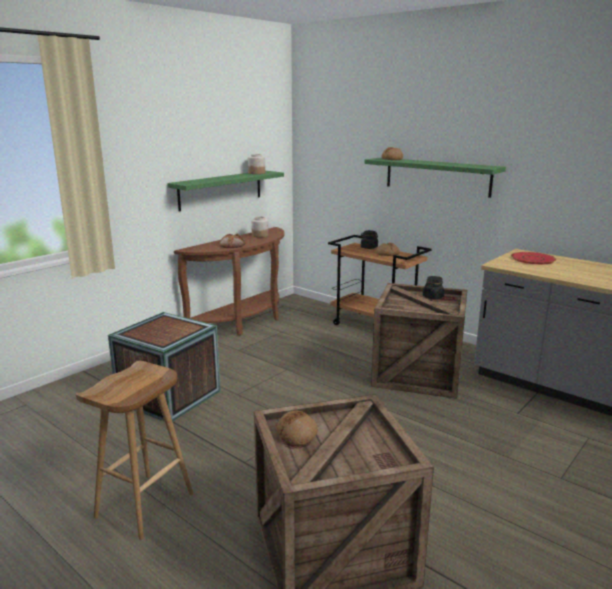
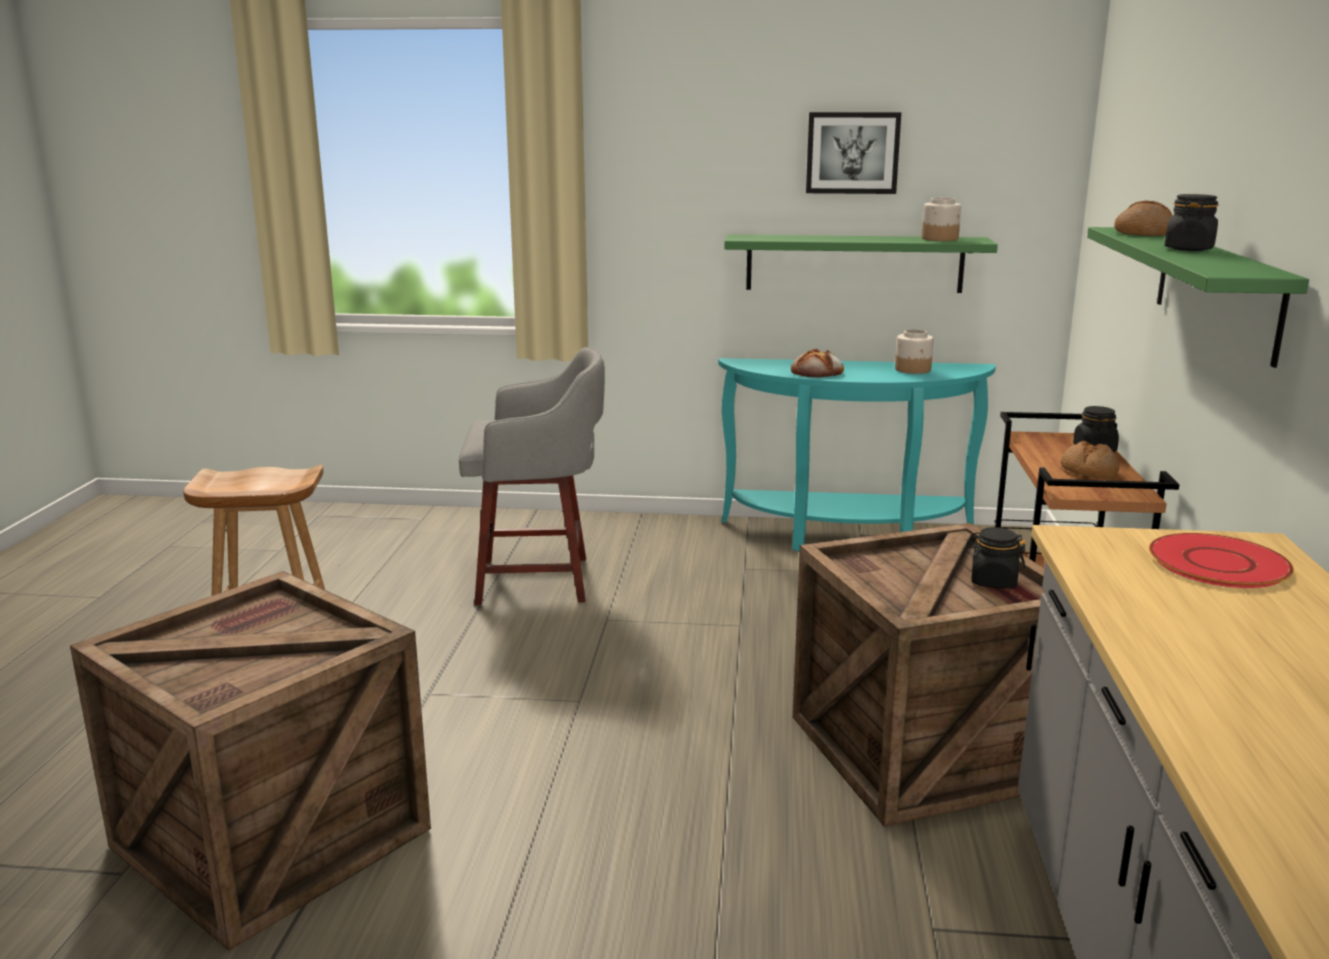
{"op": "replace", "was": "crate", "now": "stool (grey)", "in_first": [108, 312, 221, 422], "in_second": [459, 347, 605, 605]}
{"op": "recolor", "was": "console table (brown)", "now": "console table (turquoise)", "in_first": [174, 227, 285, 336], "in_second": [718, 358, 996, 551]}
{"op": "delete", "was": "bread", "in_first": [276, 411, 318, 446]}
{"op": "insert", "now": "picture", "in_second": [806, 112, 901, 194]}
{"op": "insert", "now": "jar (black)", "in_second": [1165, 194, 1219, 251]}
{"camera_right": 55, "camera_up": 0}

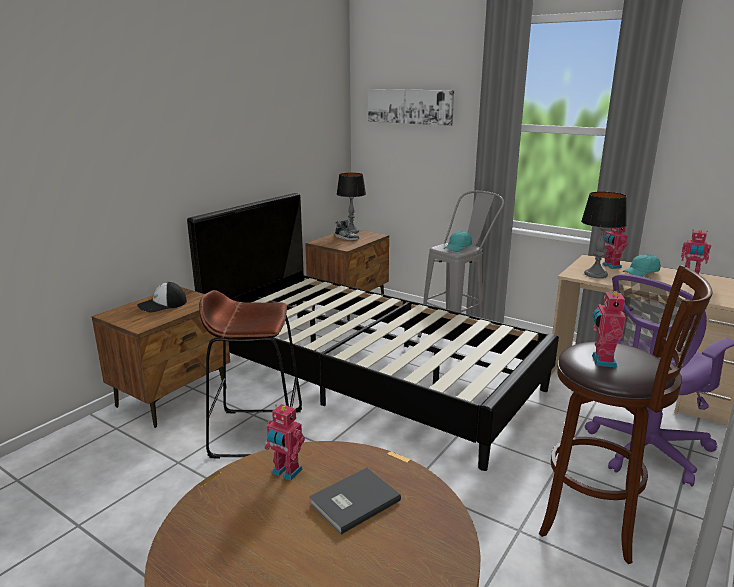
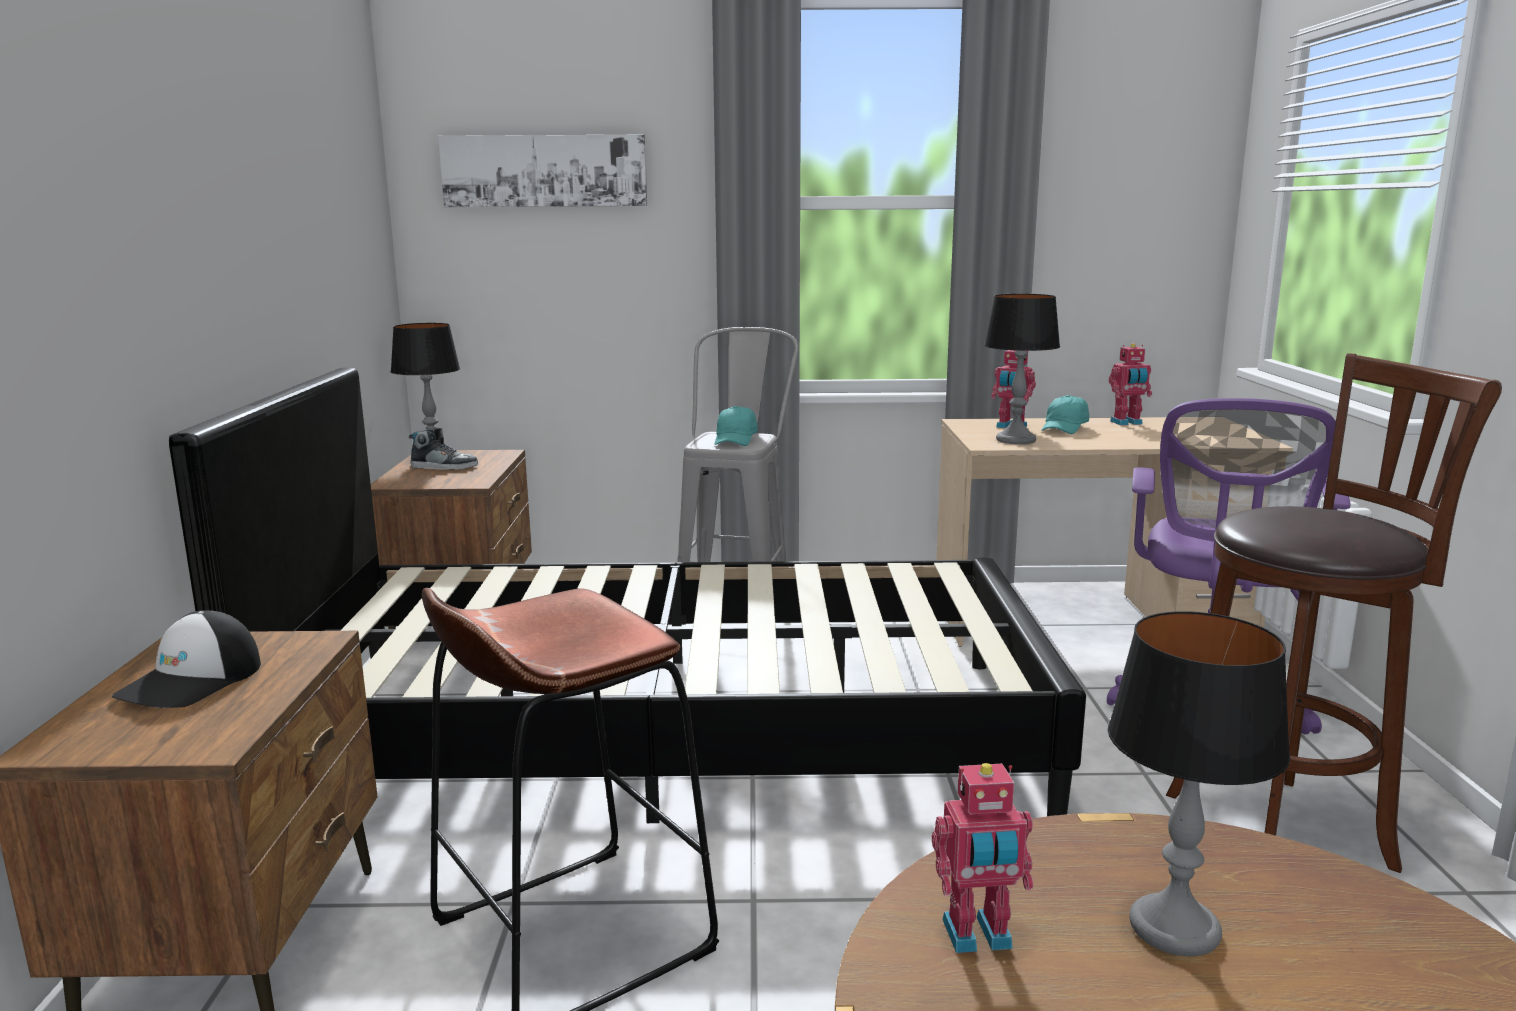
{"op": "replace", "was": "book (grey)", "now": "table lamp", "in_first": [309, 468, 401, 535], "in_second": [1108, 611, 1290, 957]}
{"op": "delete", "was": "toy robot", "in_first": [592, 289, 626, 367]}
{"camera_right": -35, "camera_up": -5}

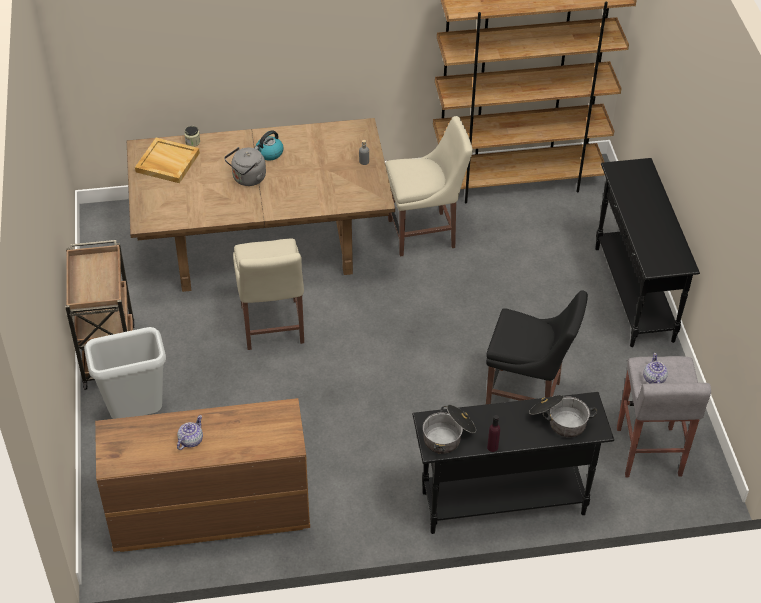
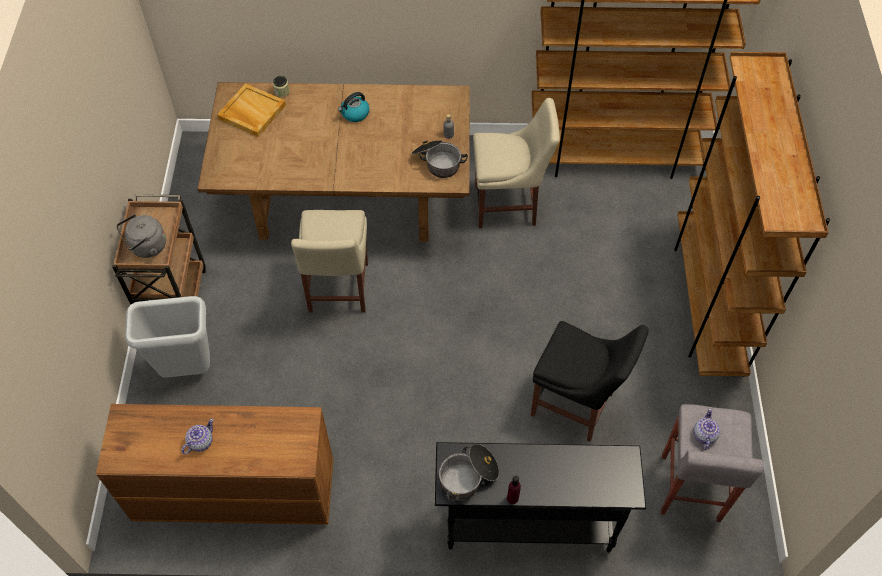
{"op": "move", "was": "kettle (grey)", "in_first": [224, 147, 266, 186], "in_second": [116, 214, 166, 258]}
{"op": "move", "was": "cooking pot", "in_first": [529, 395, 597, 438], "in_second": [412, 140, 468, 178]}
{"op": "replace", "was": "console table (black)", "now": "bookcase (brown)", "in_first": [595, 158, 700, 347], "in_second": [674, 52, 830, 377]}
{"camera_right": 10, "camera_up": 10}

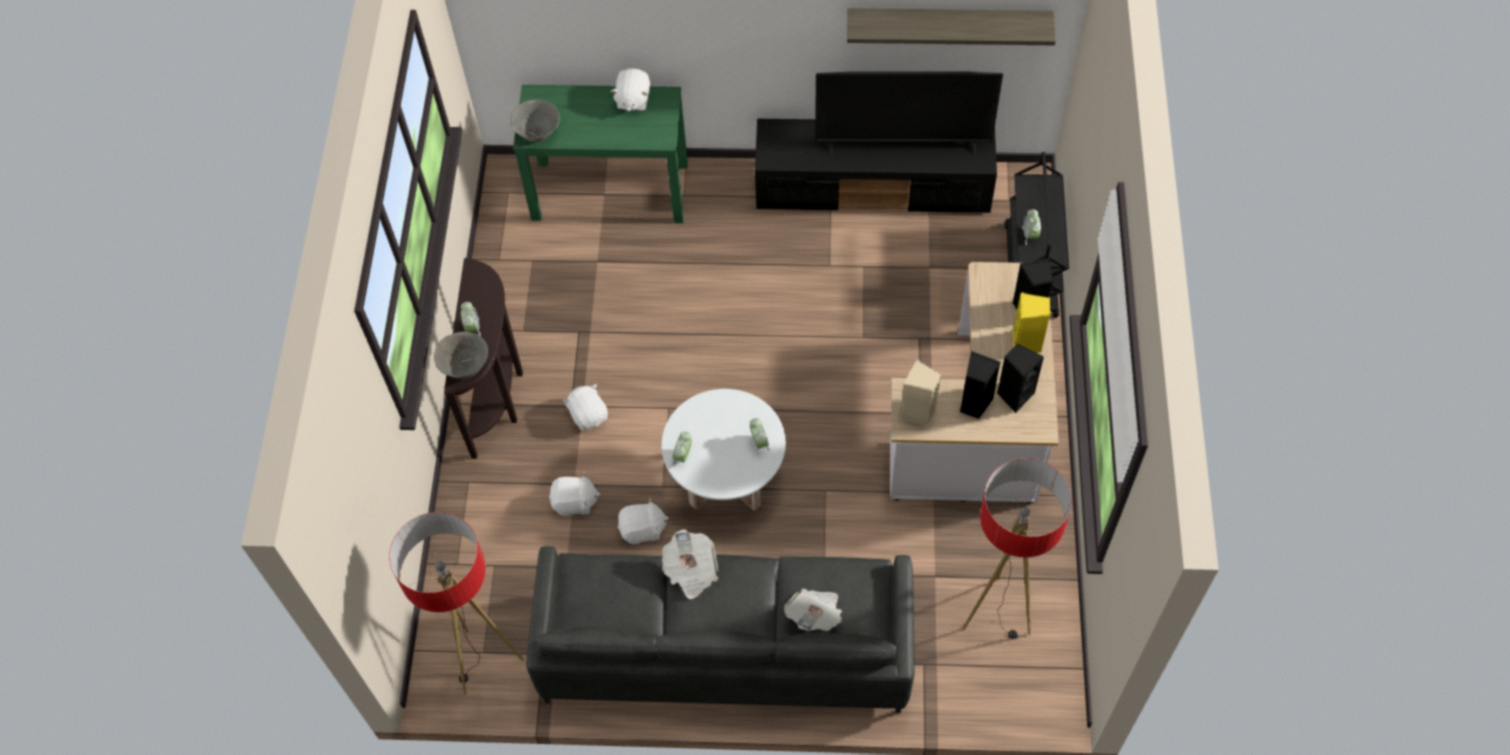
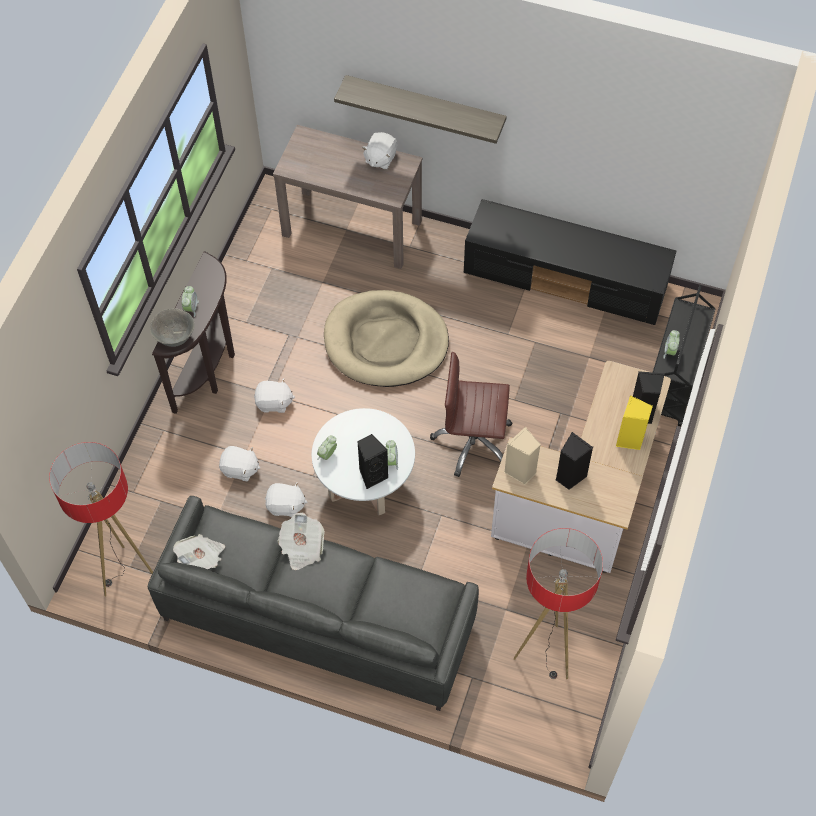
{"op": "delete", "was": "bowl (grey)", "in_first": [510, 99, 560, 142]}
{"op": "recolor", "was": "console table (green)", "now": "console table (brown)", "in_first": [513, 85, 688, 223], "in_second": [273, 125, 423, 269]}
{"op": "rotate", "was": "plush toy (white)", "in_first": [563, 384, 608, 431], "in_second": [254, 379, 295, 413], "clockwise": 105}
{"op": "move", "was": "newspaper", "in_first": [784, 589, 842, 631], "in_second": [173, 534, 225, 569]}
{"op": "delete", "was": "television", "in_first": [815, 71, 1003, 154]}
{"op": "move", "was": "shelf", "in_first": [847, 8, 1056, 45], "in_second": [334, 75, 507, 144]}
{"op": "move", "was": "speaker (black)", "in_first": [997, 344, 1044, 413], "in_second": [357, 434, 389, 489]}
{"op": "insert", "now": "dog bed (beige)", "in_second": [324, 290, 449, 387]}
{"op": "insert", "now": "office chair (brown)", "in_second": [430, 352, 512, 477]}
{"camera_right": 15, "camera_up": 0}

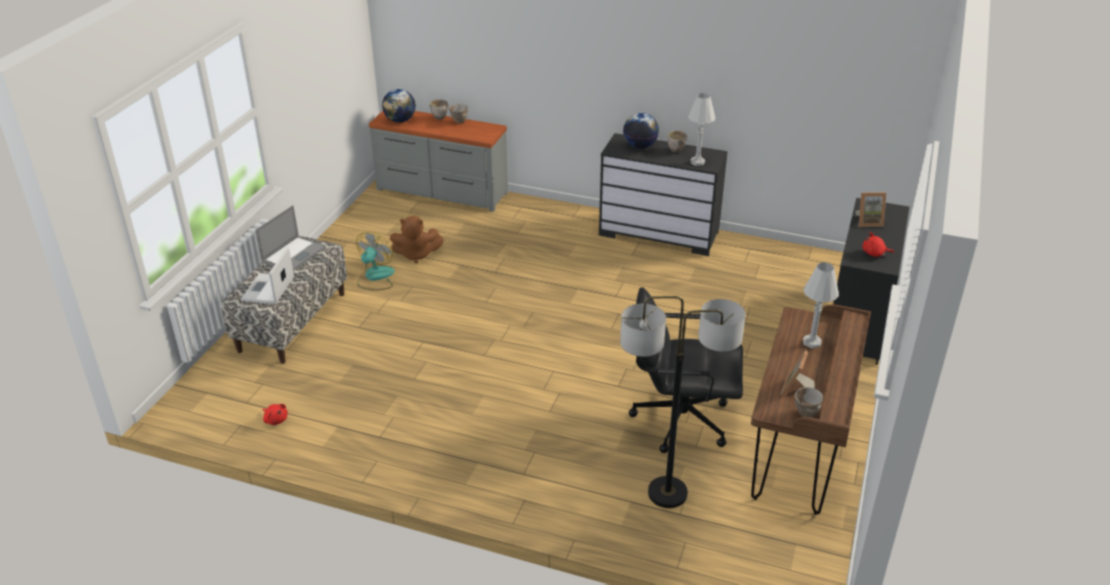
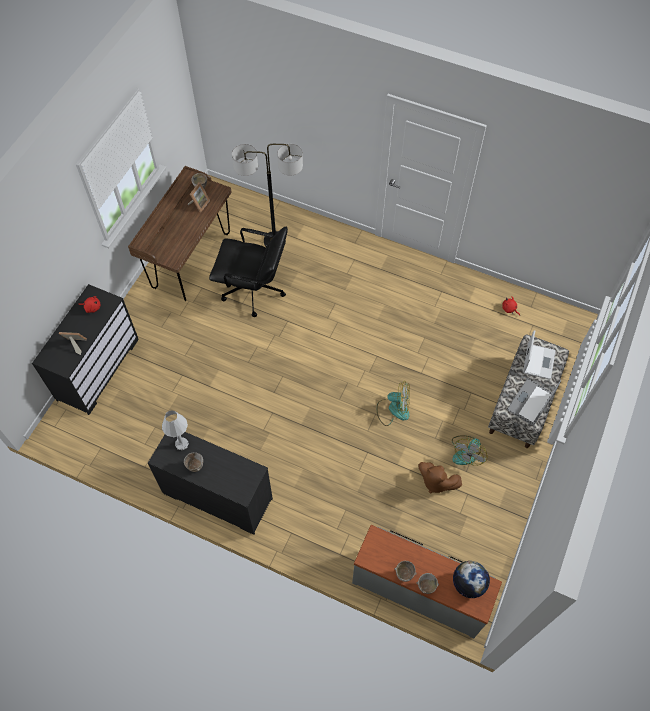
{"op": "rotate", "was": "plush toy (brown)", "in_first": [390, 216, 444, 263], "in_second": [418, 462, 462, 494], "clockwise": -150}
{"op": "delete", "was": "globe", "in_first": [623, 113, 659, 149]}
{"op": "delete", "was": "table lamp (white)", "in_first": [803, 262, 839, 349]}
{"op": "insert", "now": "fan", "in_second": [377, 382, 410, 426]}
{"camera_right": -175, "camera_up": 25}

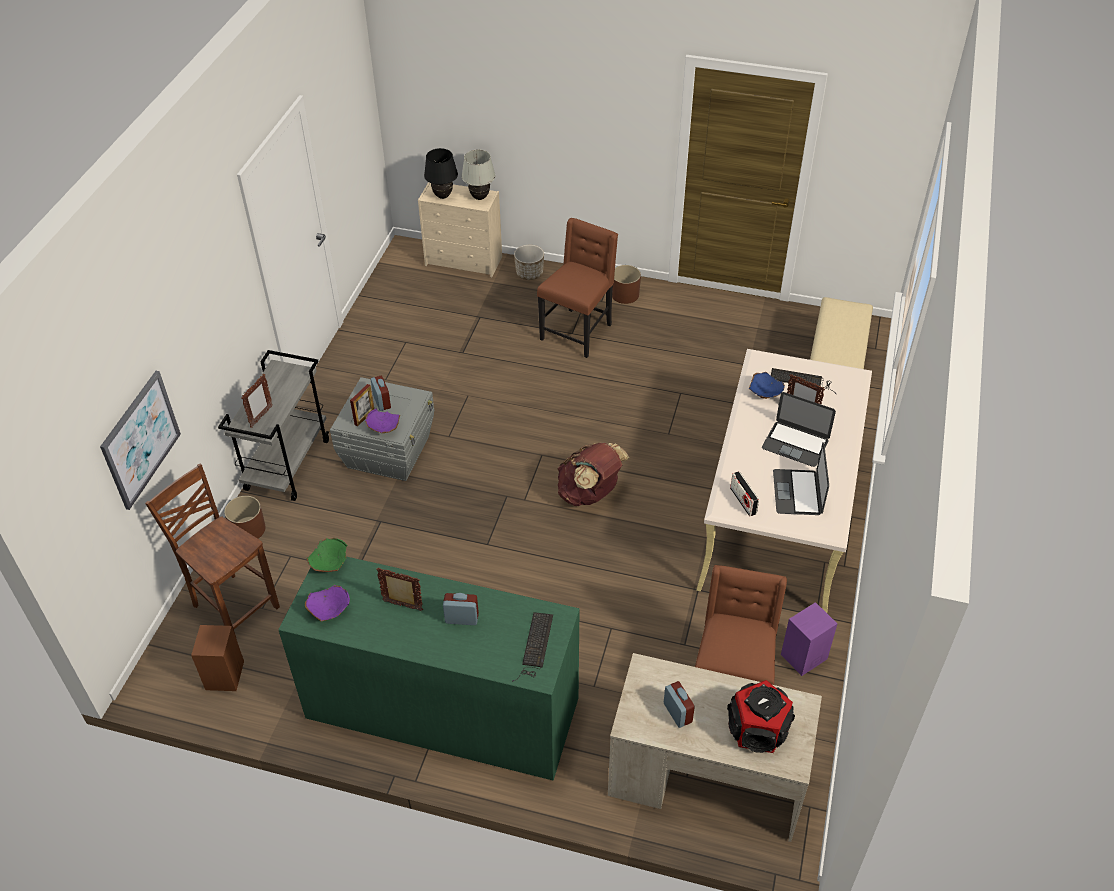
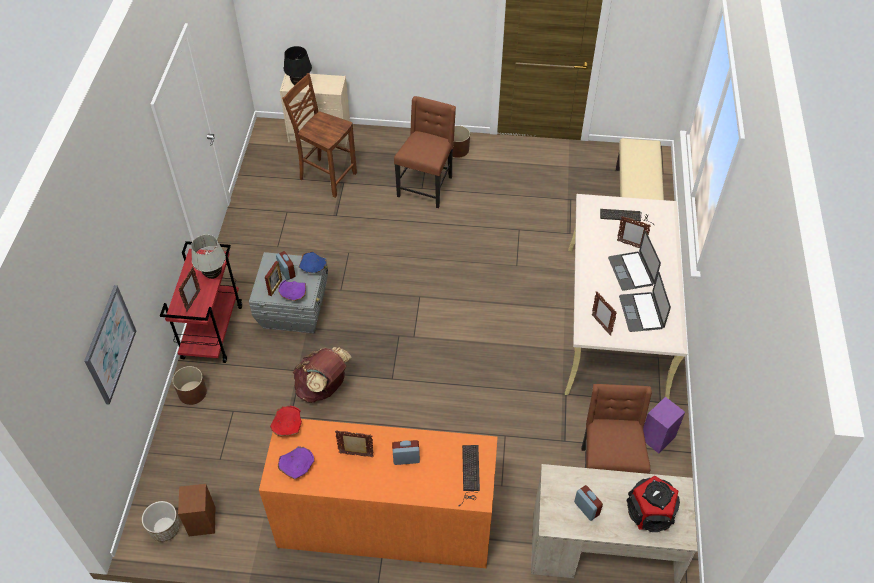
{"op": "move", "was": "chair (brown)", "in_first": [145, 463, 280, 640], "in_second": [282, 73, 357, 198]}
{"op": "recolor", "was": "cart (grey)", "now": "cart (red)", "in_first": [218, 350, 329, 501], "in_second": [160, 241, 242, 363]}
{"op": "recolor", "was": "dresser (green)", "now": "dresser (orange)", "in_first": [278, 556, 580, 780], "in_second": [259, 419, 498, 568]}
{"op": "recolor", "was": "bowl (green)", "now": "bowl (red)", "in_first": [307, 538, 347, 572], "in_second": [270, 405, 302, 436]}
{"op": "move", "was": "table lamp (white)", "in_first": [462, 150, 495, 200], "in_second": [191, 235, 226, 279]}
{"op": "move", "was": "planter", "in_first": [514, 245, 544, 280], "in_second": [142, 501, 180, 542]}
{"op": "move", "was": "backpack (brown)", "in_first": [558, 442, 630, 506], "in_second": [293, 347, 352, 403]}
{"op": "replace", "was": "radio", "now": "picture frame", "in_first": [730, 471, 759, 516], "in_second": [592, 291, 617, 335]}
{"op": "move", "was": "bowl (blue)", "in_first": [749, 372, 785, 399], "in_second": [299, 251, 326, 273]}
{"op": "rotate", "was": "laptop", "in_first": [762, 392, 836, 467], "in_second": [608, 230, 661, 291], "clockwise": 60}
{"camera_right": -10, "camera_up": 5}

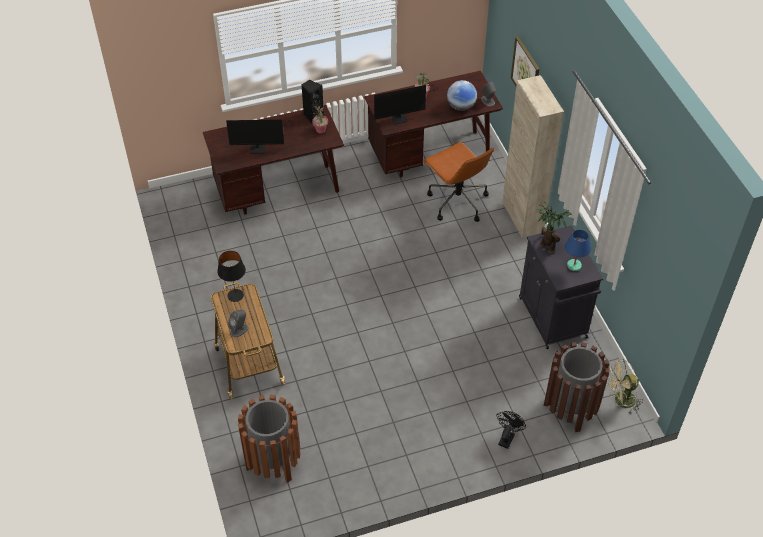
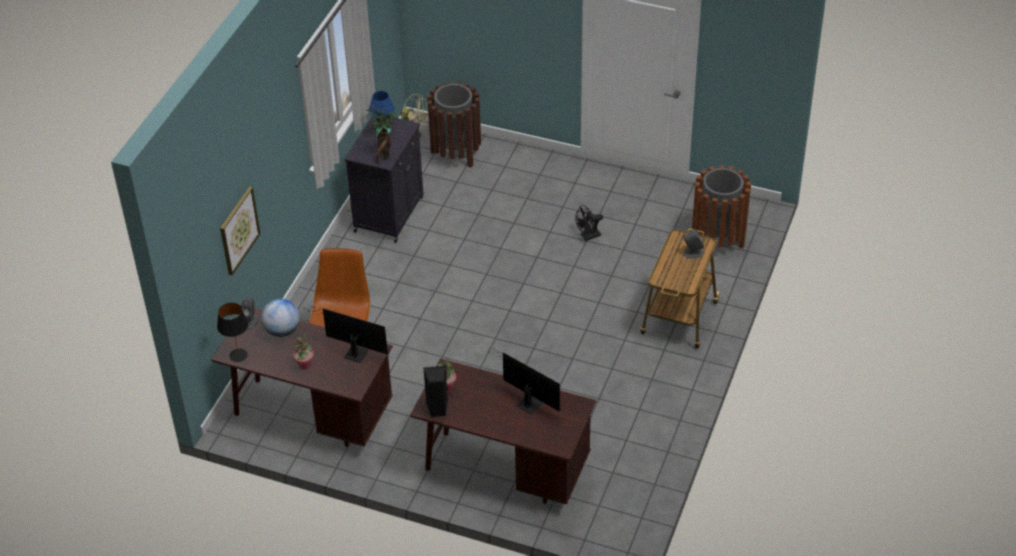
{"op": "move", "was": "table lamp (black)", "in_first": [217, 251, 246, 302], "in_second": [217, 303, 249, 362]}
{"op": "move", "was": "fan (black)", "in_first": [496, 411, 526, 449], "in_second": [575, 205, 603, 241]}
{"op": "delete", "was": "cabinet (beige)", "in_first": [502, 75, 564, 238]}
{"camera_right": -140, "camera_up": -5}

